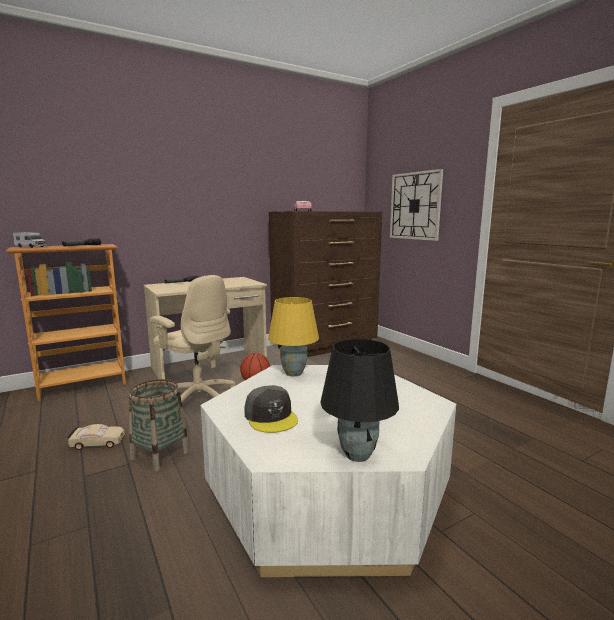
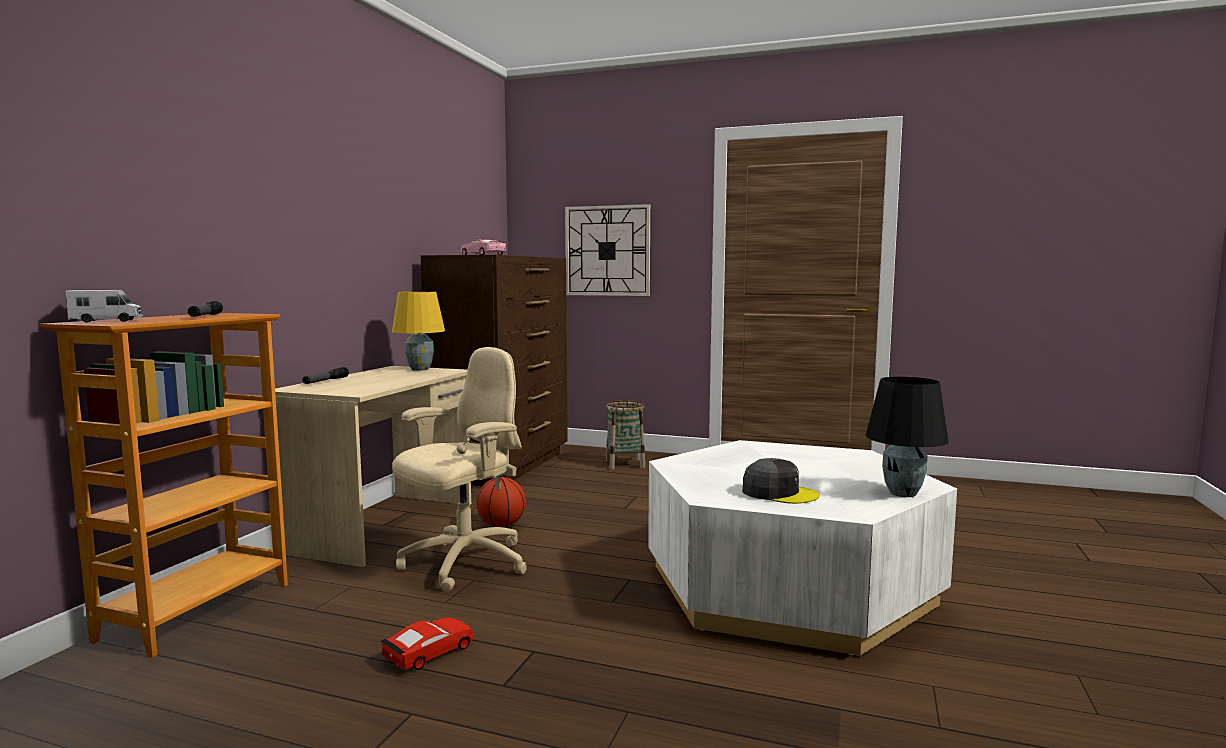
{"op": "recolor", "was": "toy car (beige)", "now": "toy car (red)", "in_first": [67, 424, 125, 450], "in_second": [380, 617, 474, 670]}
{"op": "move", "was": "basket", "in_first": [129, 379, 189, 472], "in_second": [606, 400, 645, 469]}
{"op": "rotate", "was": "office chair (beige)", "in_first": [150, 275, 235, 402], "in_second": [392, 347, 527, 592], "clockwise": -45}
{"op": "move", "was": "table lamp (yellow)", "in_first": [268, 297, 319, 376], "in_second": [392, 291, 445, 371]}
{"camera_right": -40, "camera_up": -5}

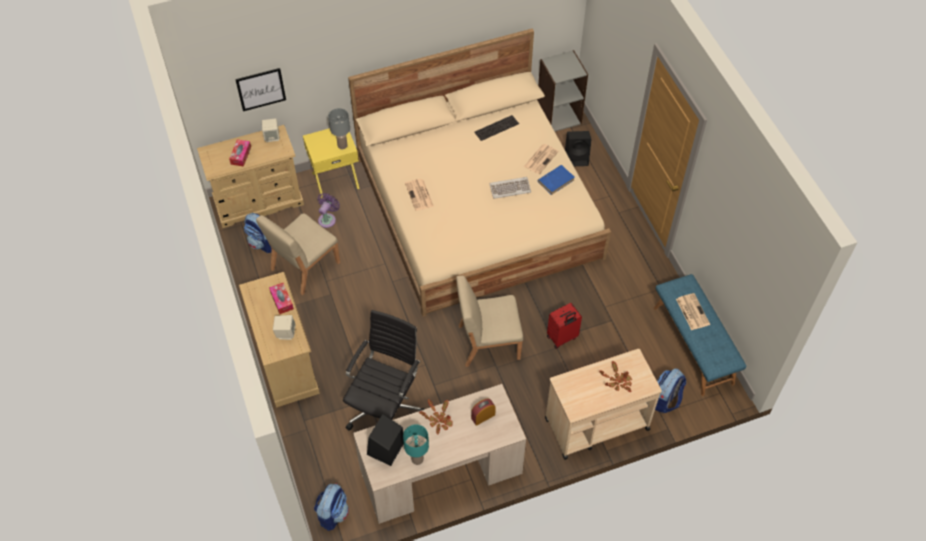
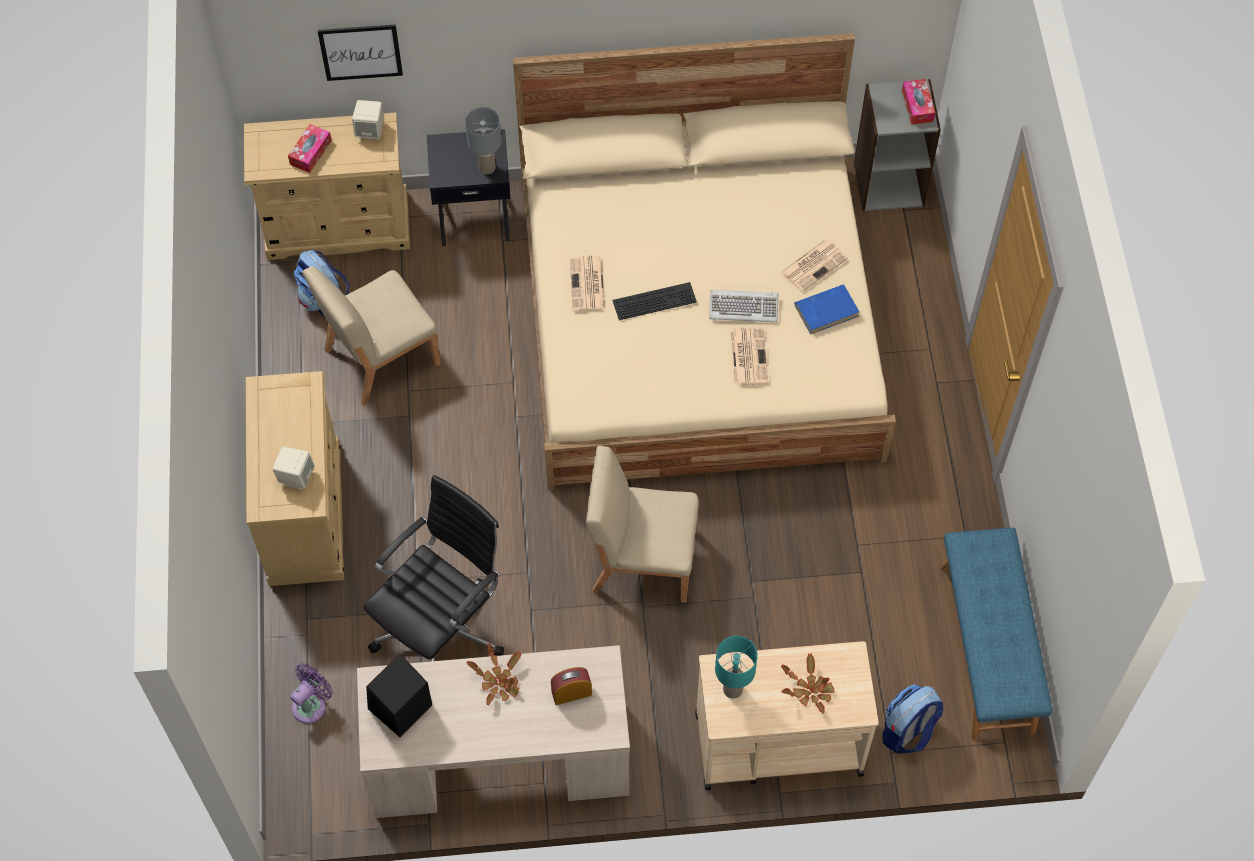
{"op": "move", "was": "tissue box", "in_first": [269, 283, 294, 314], "in_second": [902, 79, 935, 125]}
{"op": "recolor", "was": "nightstand (yellow)", "now": "nightstand (black)", "in_first": [303, 128, 360, 198], "in_second": [427, 129, 510, 246]}
{"op": "delete", "was": "backpack", "in_first": [314, 483, 349, 531]}
{"op": "move", "was": "fan (purple)", "in_first": [318, 193, 340, 228], "in_second": [290, 663, 333, 724]}
{"op": "move", "was": "table lamp (turquoise)", "in_first": [403, 424, 429, 465], "in_second": [715, 636, 758, 699]}
{"op": "move", "was": "keyboard", "in_first": [474, 115, 519, 141], "in_second": [612, 282, 697, 320]}
{"op": "delete", "was": "suitcase (red)", "in_first": [547, 303, 582, 349]}
{"op": "delete", "was": "speaker (black)", "in_first": [565, 131, 592, 166]}
{"op": "move", "was": "newspaper", "in_first": [676, 293, 710, 330], "in_second": [730, 327, 768, 385]}
{"camera_right": 15, "camera_up": 5}

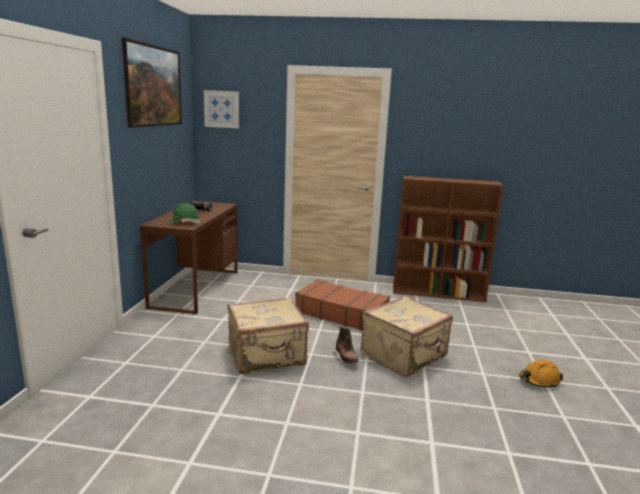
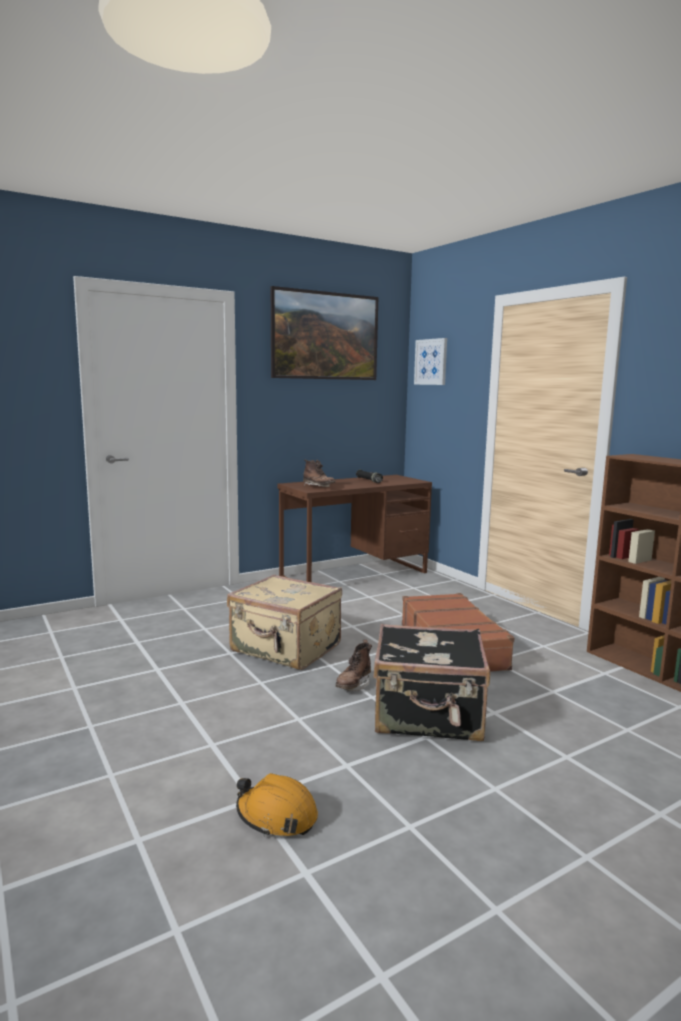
{"op": "replace", "was": "hard hat (green)", "now": "boot (brown)", "in_first": [169, 203, 200, 224], "in_second": [303, 459, 336, 487]}
{"op": "recolor", "was": "suitcase (beige)", "now": "suitcase (black)", "in_first": [361, 296, 453, 377], "in_second": [373, 624, 490, 741]}
{"op": "move", "was": "hard hat (orange)", "in_first": [519, 360, 563, 388], "in_second": [236, 773, 318, 837]}
{"camera_right": 50, "camera_up": -5}

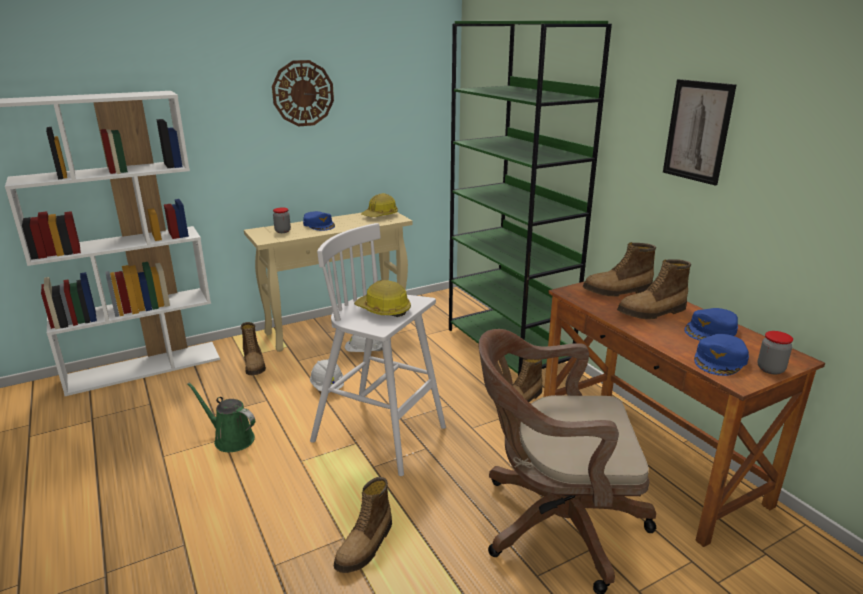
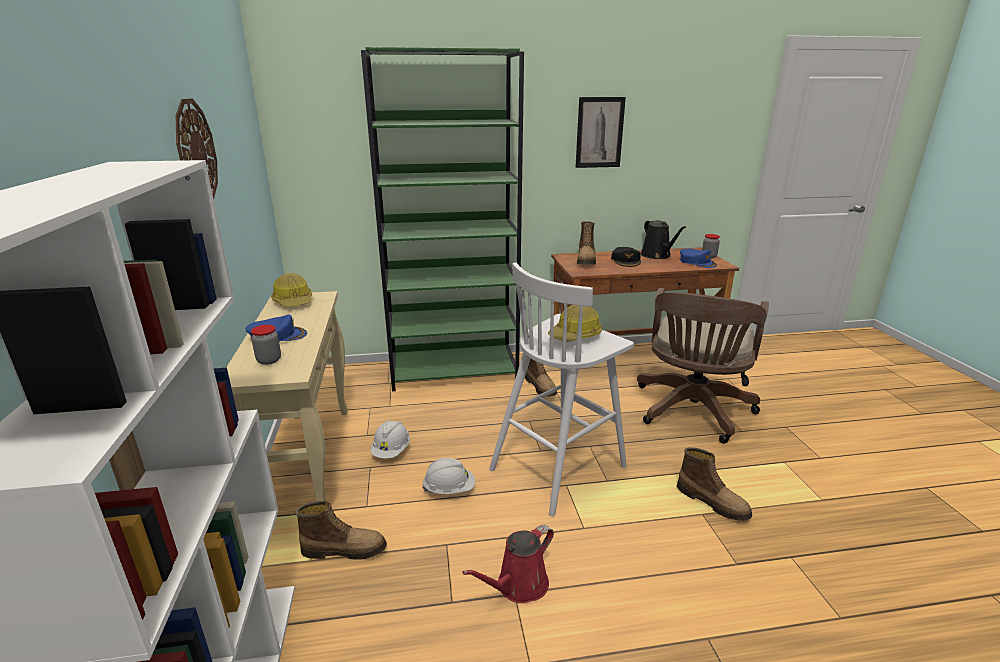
{"op": "recolor", "was": "watering can (green)", "now": "watering can (red)", "in_first": [187, 383, 255, 452], "in_second": [462, 525, 554, 603]}
{"op": "replace", "was": "boot", "now": "cap (black)", "in_first": [617, 259, 691, 319], "in_second": [611, 247, 641, 267]}
{"op": "replace", "was": "cap (blue)", "now": "watering can (black)", "in_first": [684, 308, 738, 340], "in_second": [641, 220, 686, 259]}
{"camera_right": -70, "camera_up": 0}

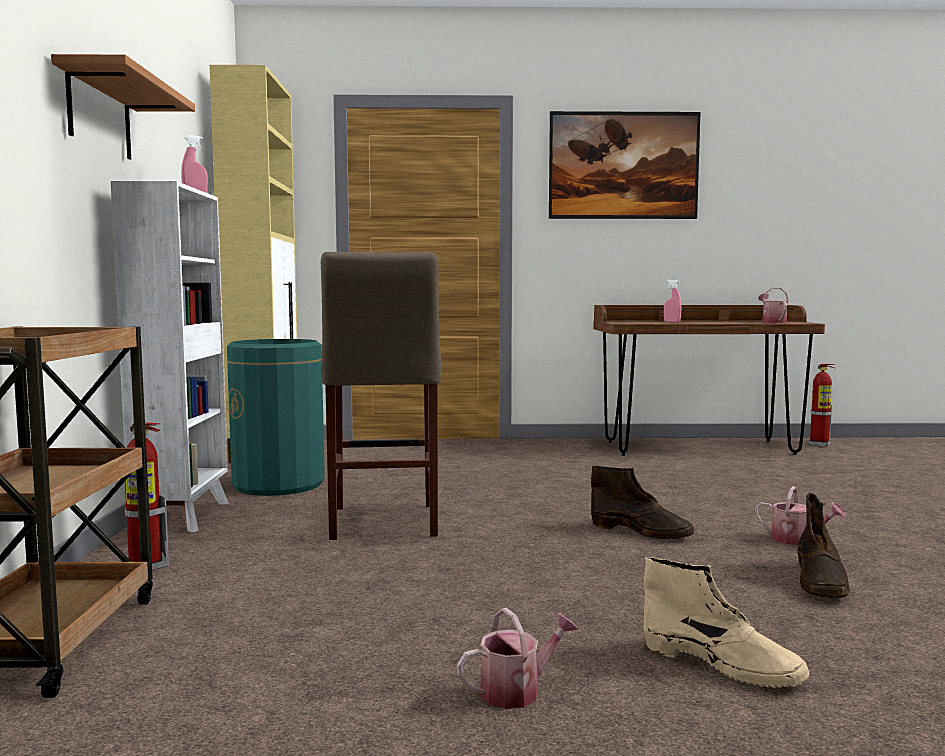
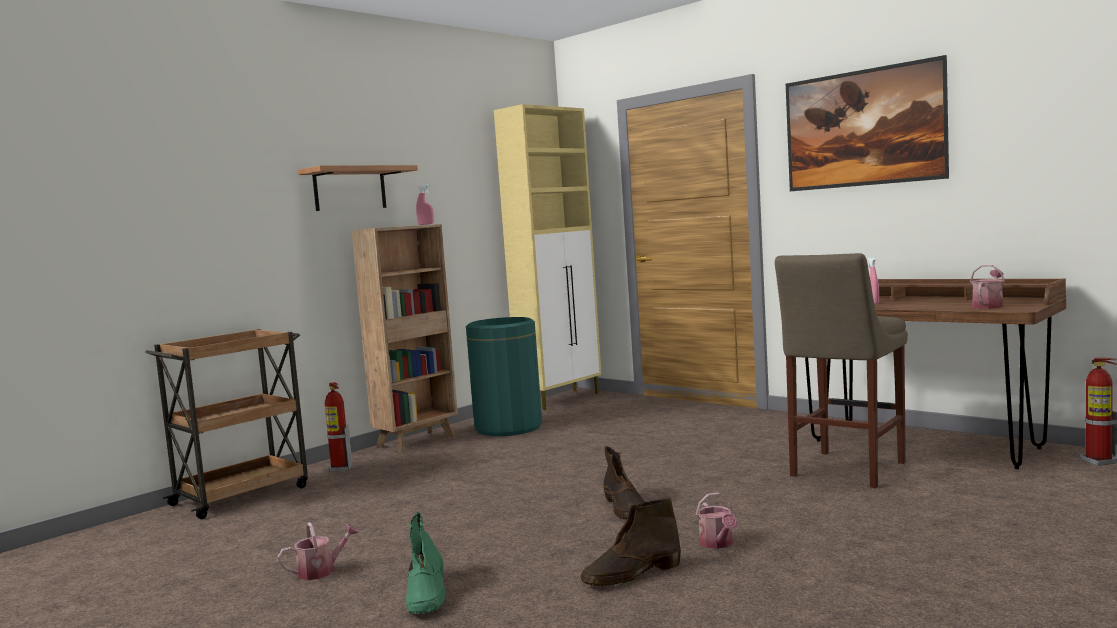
{"op": "recolor", "was": "bookcase (white)", "now": "bookcase (brown)", "in_first": [111, 181, 228, 532], "in_second": [352, 224, 458, 453]}
{"op": "move", "was": "stool (beige)", "in_first": [321, 252, 442, 540], "in_second": [775, 253, 908, 488]}
{"op": "rotate", "was": "watering can", "in_first": [457, 608, 578, 709], "in_second": [278, 522, 359, 580], "clockwise": -45}
{"op": "recolor", "was": "boot (beige)", "now": "boot (green)", "in_first": [644, 557, 809, 688], "in_second": [406, 512, 446, 614]}
{"camera_right": 45, "camera_up": 0}

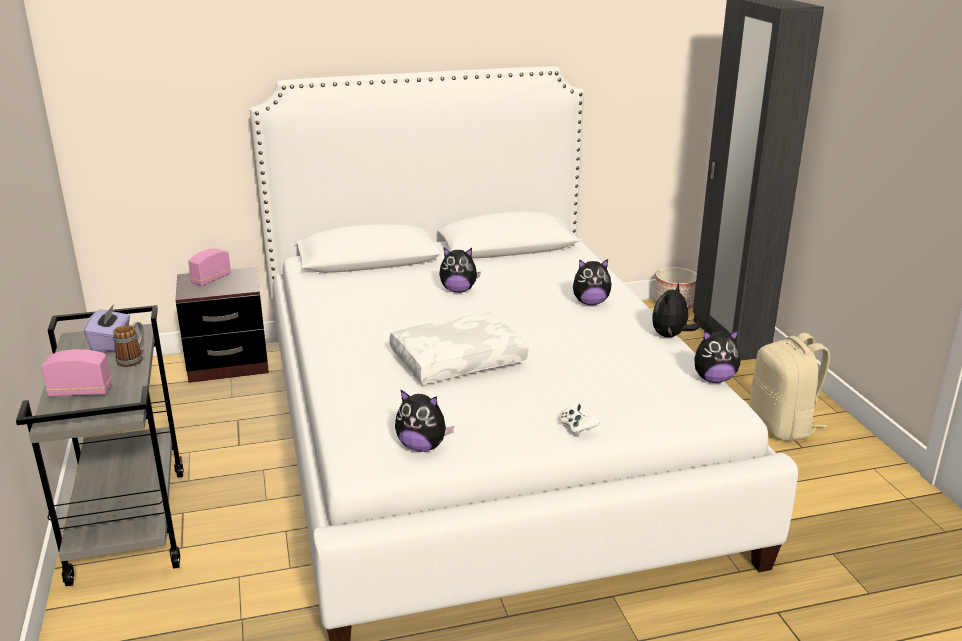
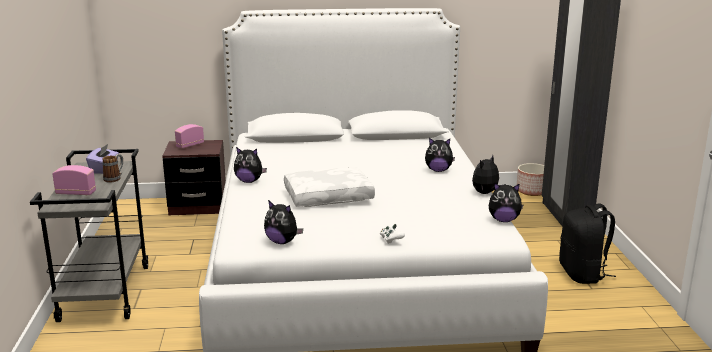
{"op": "move", "was": "plush toy", "in_first": [439, 248, 481, 293], "in_second": [234, 147, 267, 183]}
{"op": "recolor", "was": "backpack (beige)", "now": "backpack (black)", "in_first": [750, 333, 830, 441], "in_second": [559, 204, 616, 284]}
{"camera_right": 10, "camera_up": -5}

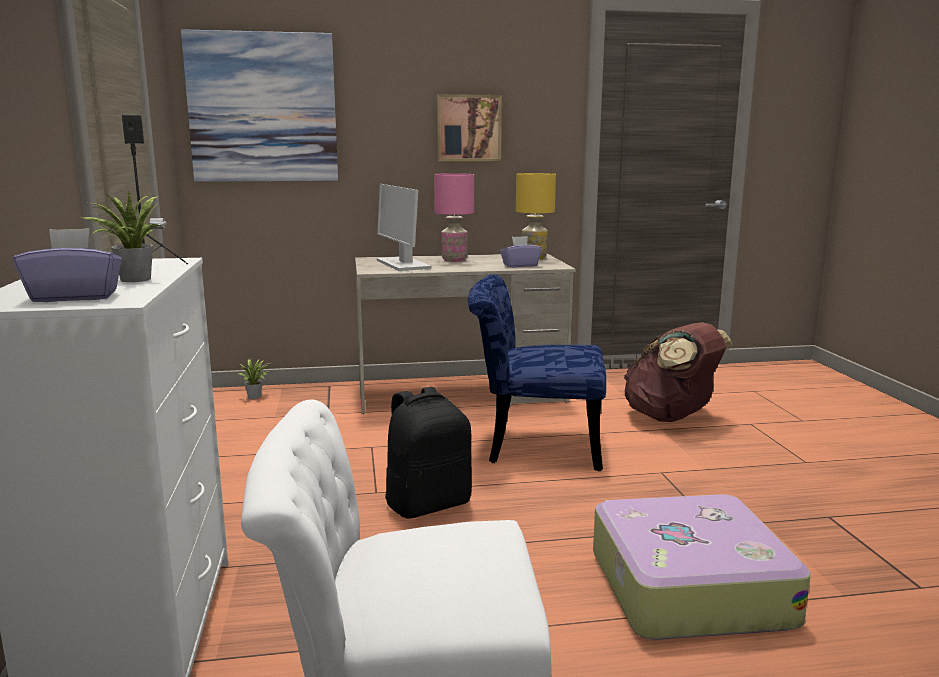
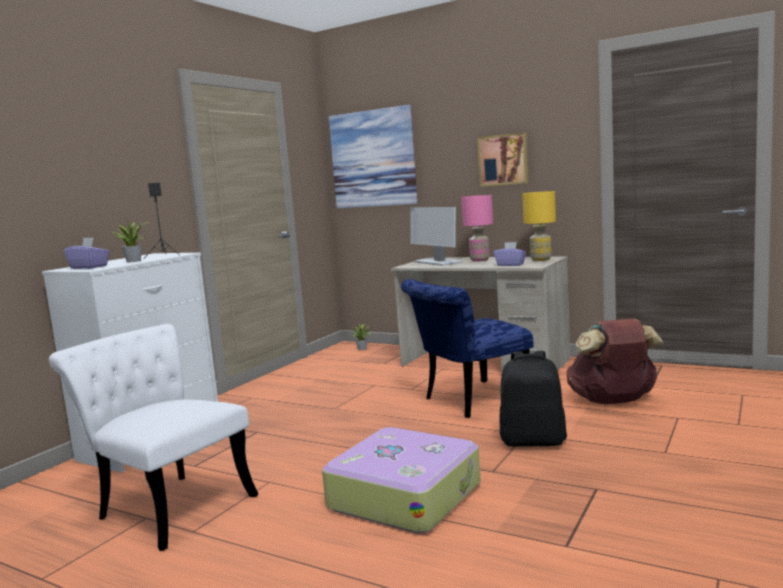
{"op": "rotate", "was": "monitor", "in_first": [377, 184, 431, 271], "in_second": [411, 207, 462, 266], "clockwise": -45}
{"op": "move", "was": "backpack (black)", "in_first": [385, 386, 472, 519], "in_second": [500, 351, 567, 447]}
{"op": "rotate", "was": "chair (blue)", "in_first": [468, 274, 606, 471], "in_second": [401, 279, 534, 418], "clockwise": -75}
{"camera_right": 40, "camera_up": -5}

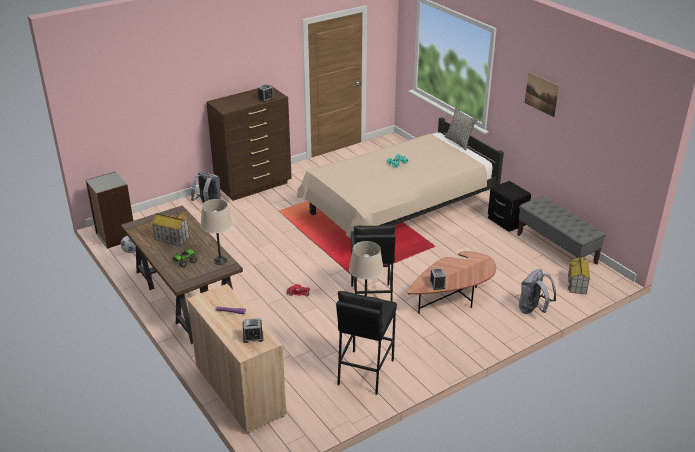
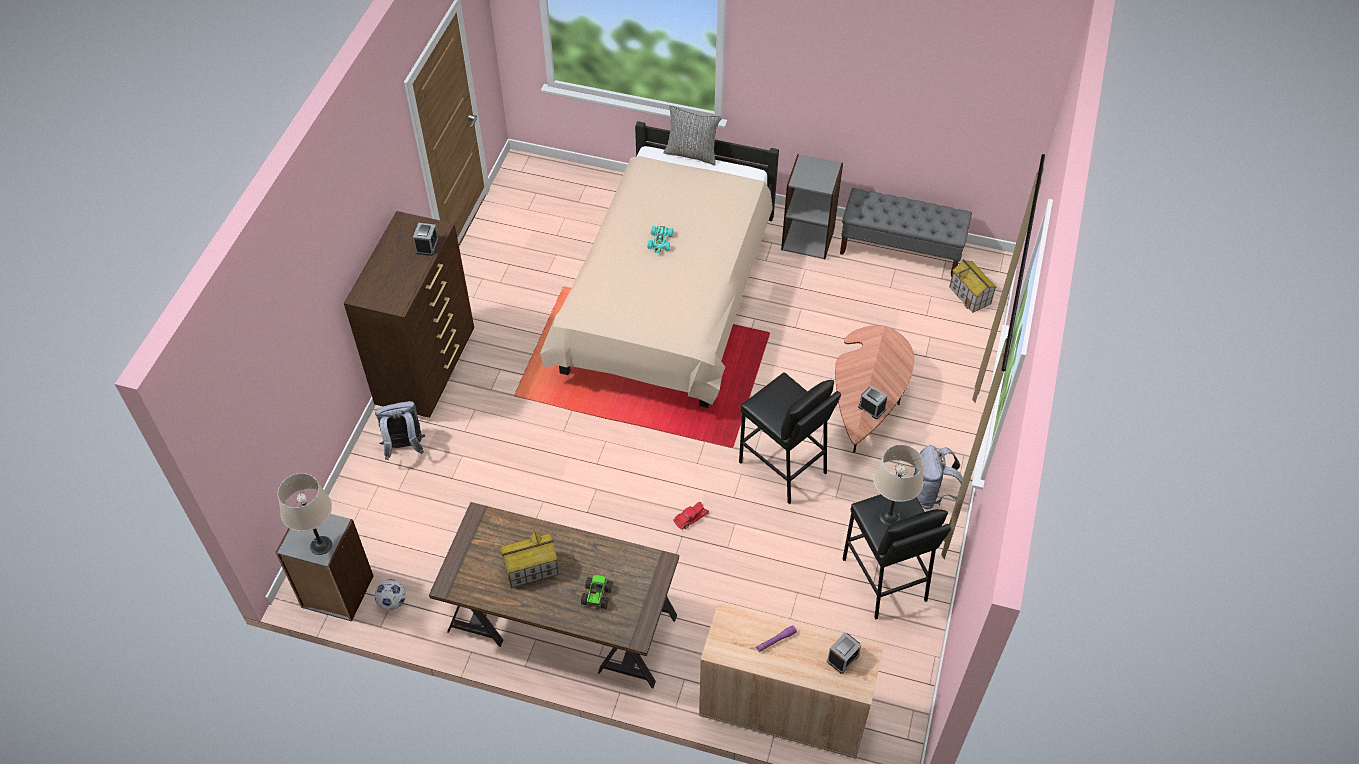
{"op": "move", "was": "table lamp (beige)", "in_first": [201, 199, 233, 265], "in_second": [278, 473, 332, 555]}
{"op": "replace", "was": "nightstand (black)", "now": "bookcase (grey)", "in_first": [488, 181, 531, 232], "in_second": [781, 154, 843, 259]}
{"op": "move", "was": "backpack (grey)", "in_first": [519, 269, 556, 314], "in_second": [914, 445, 963, 509]}
{"op": "delete", "was": "picture", "in_first": [525, 72, 559, 117]}
{"camera_right": -40, "camera_up": 20}

